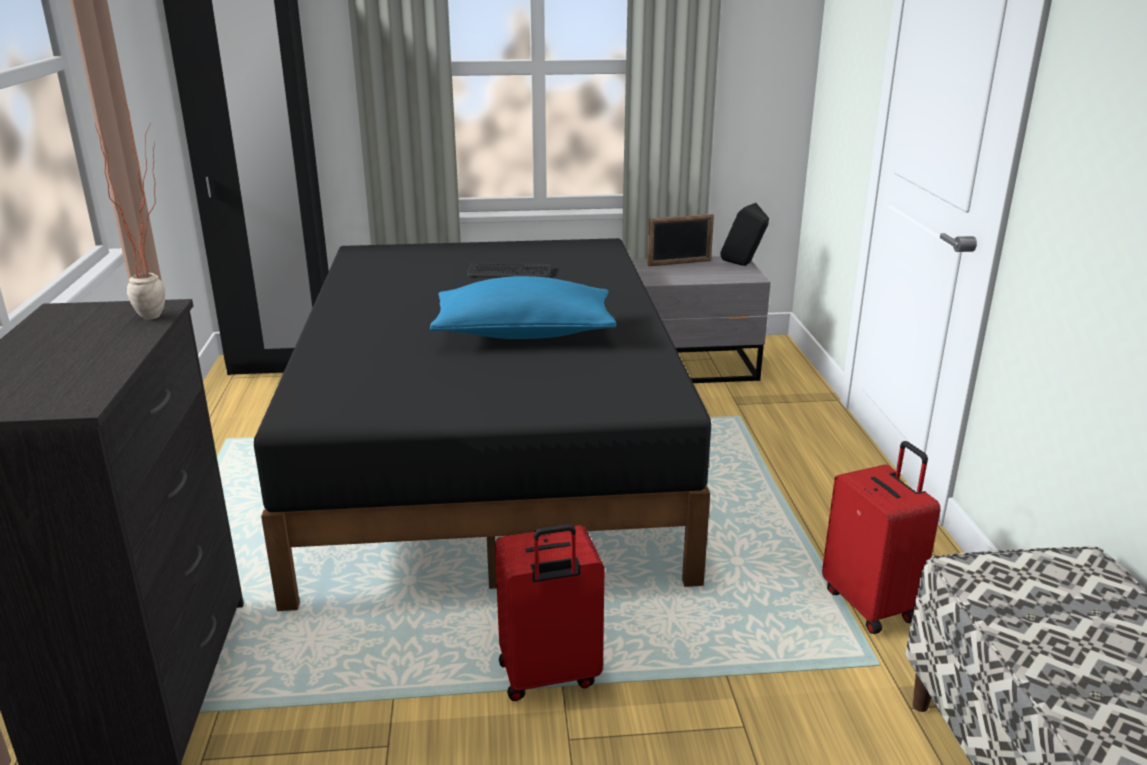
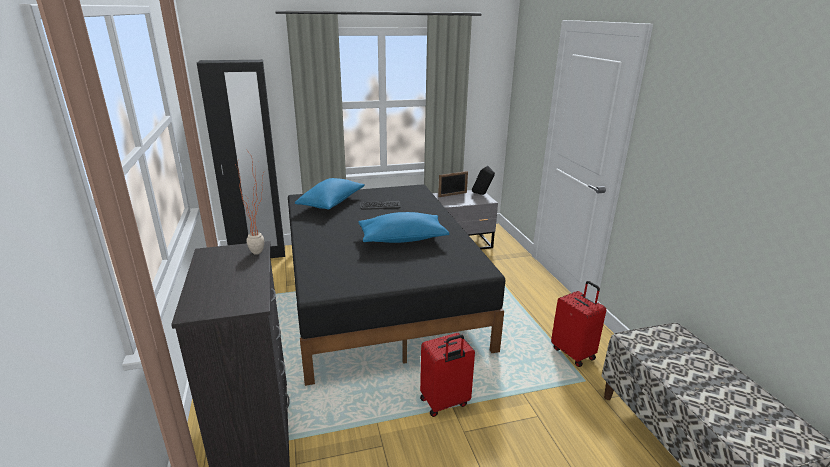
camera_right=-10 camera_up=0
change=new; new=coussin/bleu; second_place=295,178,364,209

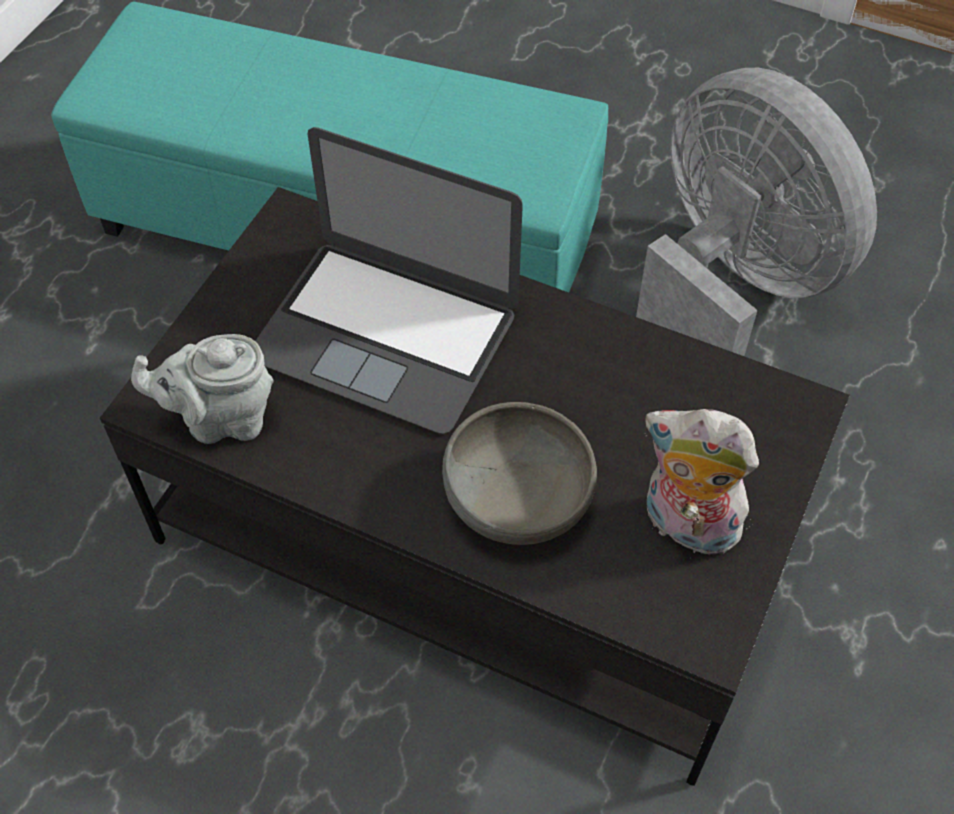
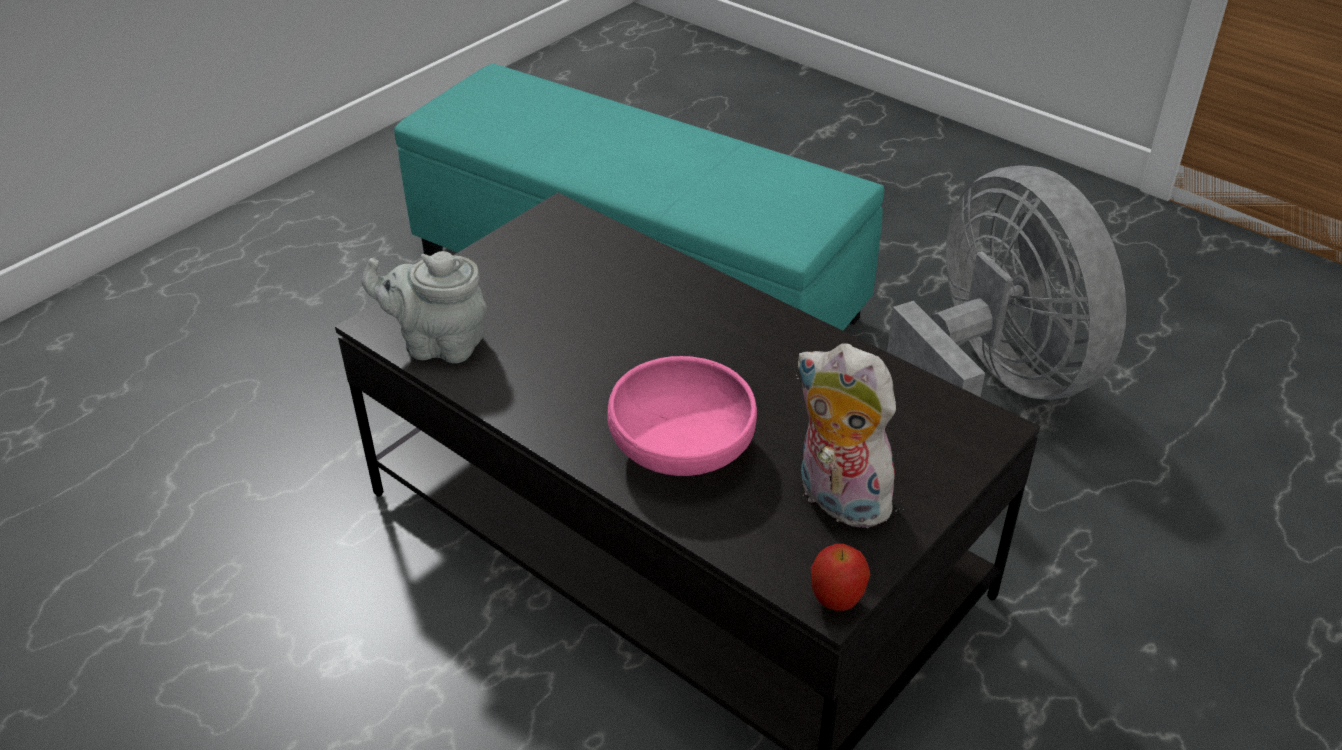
camera_right=15 camera_up=-15
change=gone; old=ordinateur portable; first_place=255,127,523,434
change=repainted; old=bol/gris; new=bol/rose; first_place=442,402,597,545; second_place=607,356,757,476
change=new; new=pomme; second_place=811,544,871,611

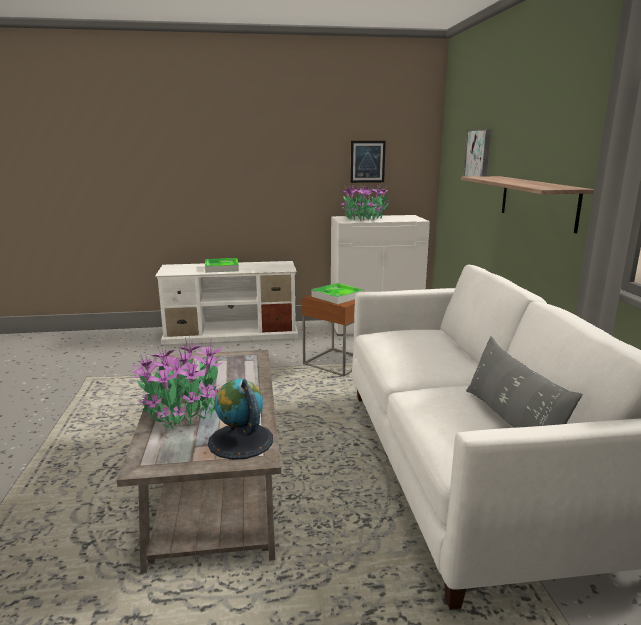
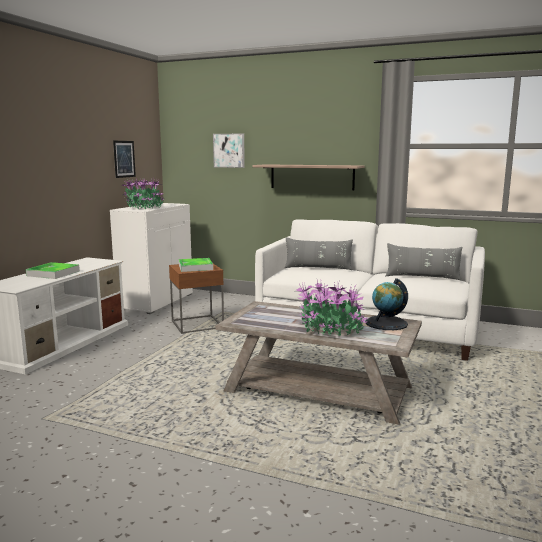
camera_right=-60 camera_up=-5
change=new; new=coussin/gris; second_place=284,237,353,270

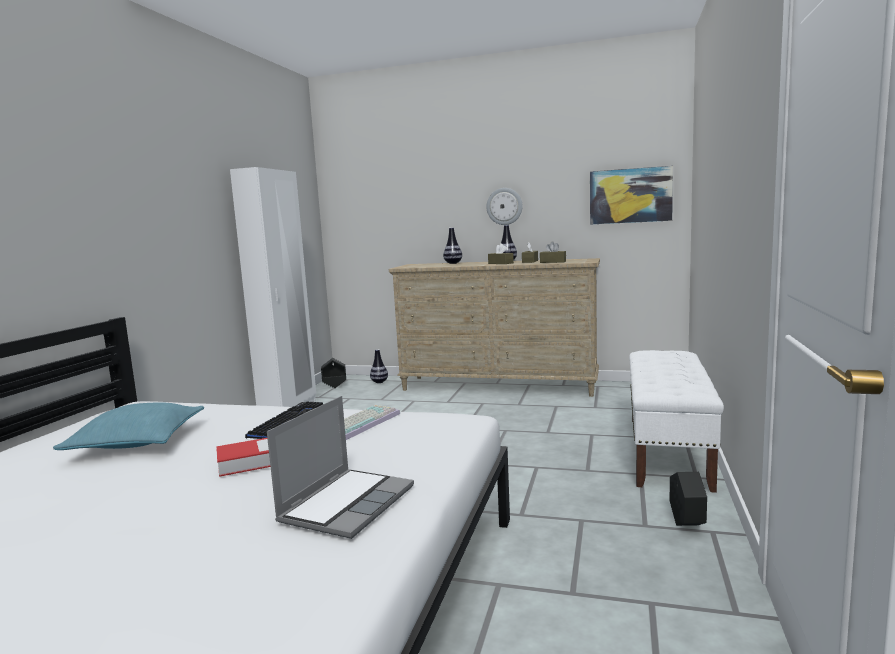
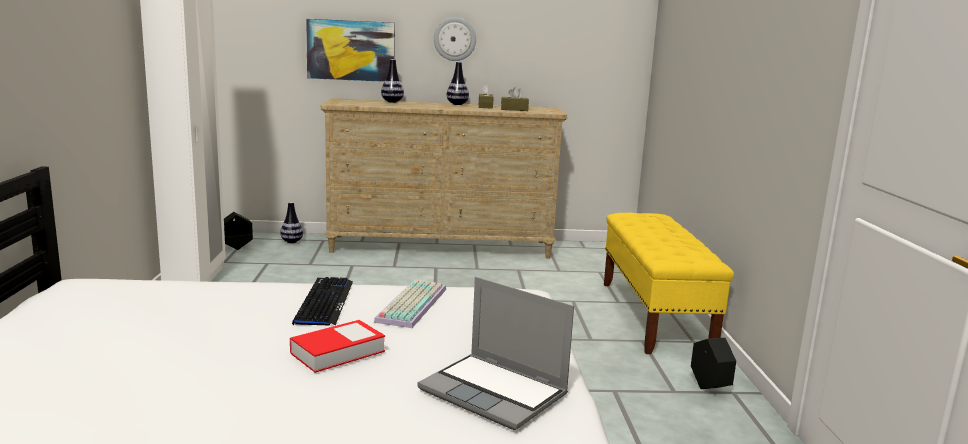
camera_right=-20 camera_up=5
change=gone; old=coussin/turquoise; first_place=53,403,204,450
change=rotated; old=ordinateur portable; first_place=267,396,414,539; second_place=417,277,574,430; degrees=120
change=gone; old=boîte à mouchoirs/marron; first_place=488,243,514,264
change=shifted; old=tableau; first_place=590,166,673,224; second_place=306,19,395,82
change=repainted; old=banc/blanc; new=banc/jaune; first_place=629,350,724,493; second_place=604,213,734,354

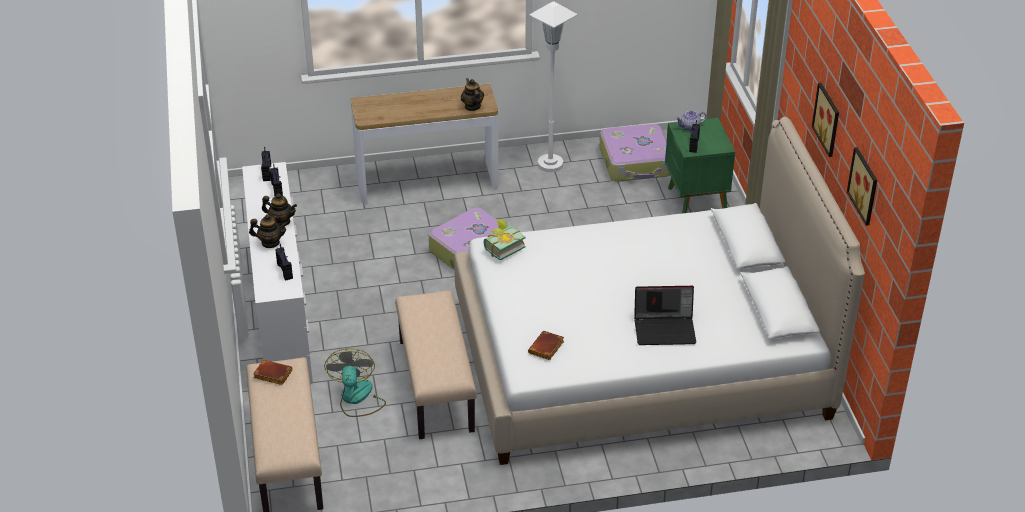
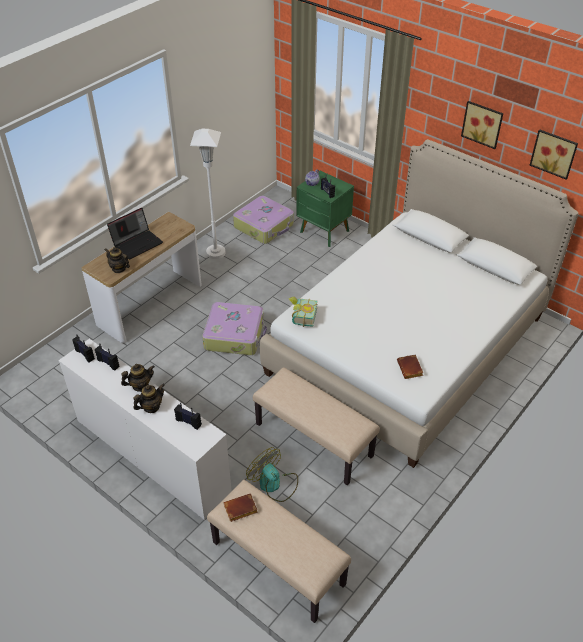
camera_right=-40 camera_up=5
change=shifted; old=théière; first_place=461,78,484,111; second_place=104,247,130,273
change=shifted; old=ordinateur portable; first_place=634,286,696,345; second_place=107,208,163,259

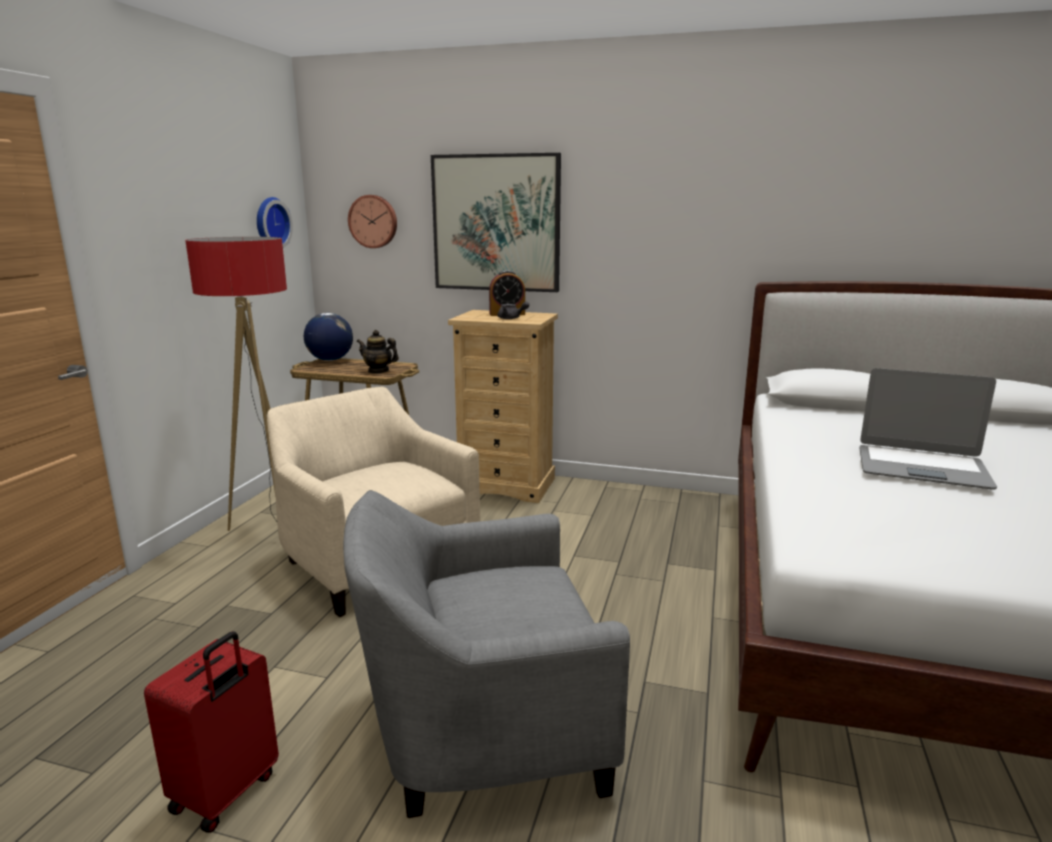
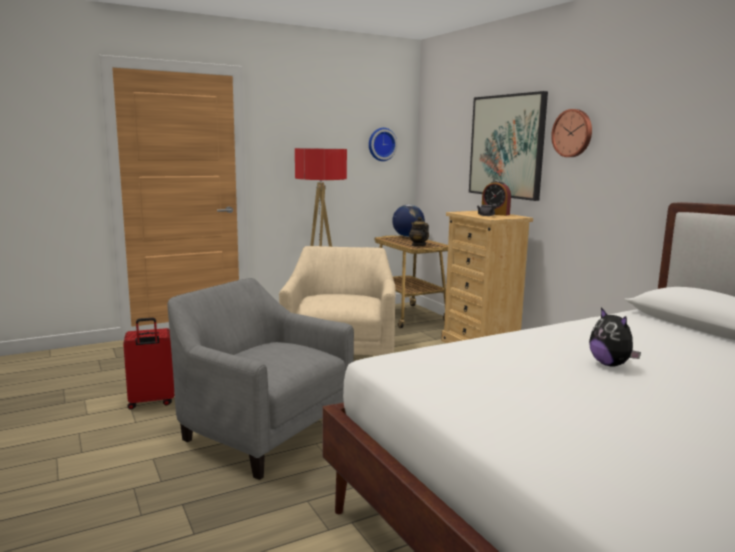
camera_right=45 camera_up=-5
change=shifted; old=horloge murale; first_place=348,195,397,248; second_place=551,109,592,157
change=swapped; old=ordinateur portable; new=peluche; first_place=859,368,997,490; second_place=589,308,641,367

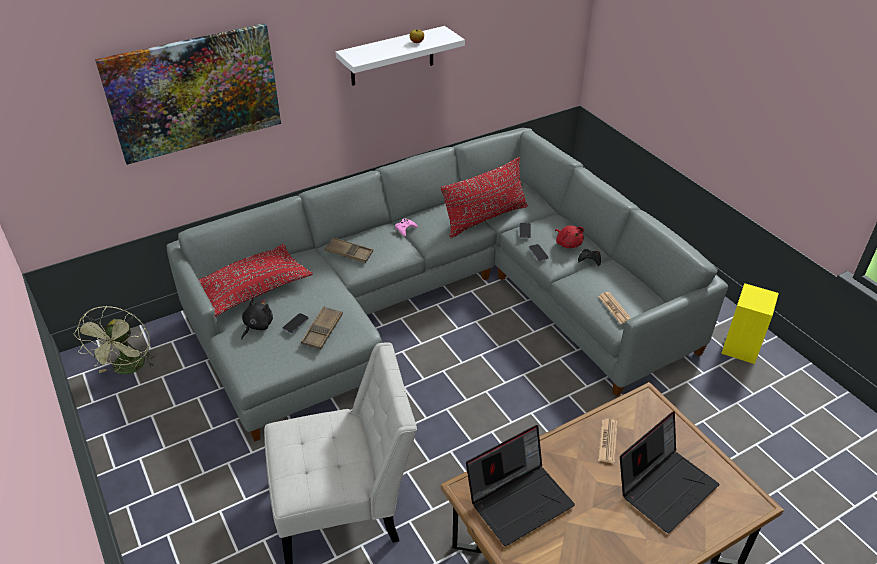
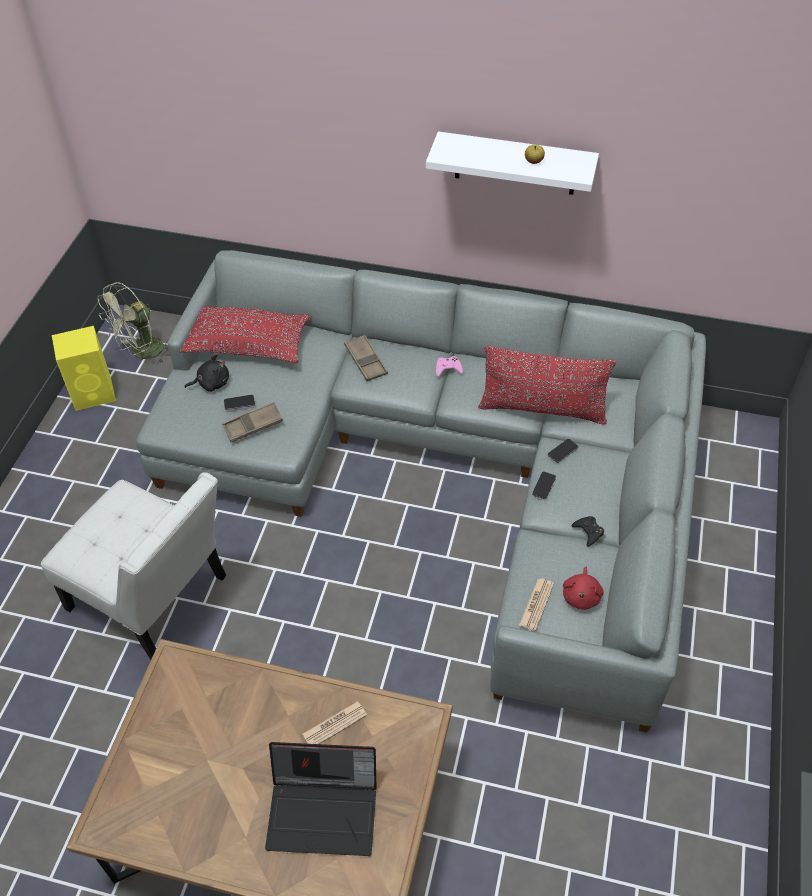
camera_right=45 camera_up=10
change=gone; old=tableau; first_place=95,23,281,165
change=gone; old=ordinateur portable; first_place=466,425,575,546
change=shifted; old=peluche/rouge; first_place=555,225,584,248; second_place=563,567,604,610
change=shifted; old=enceinte/jaune; first_place=721,283,779,364; second_place=52,326,116,411

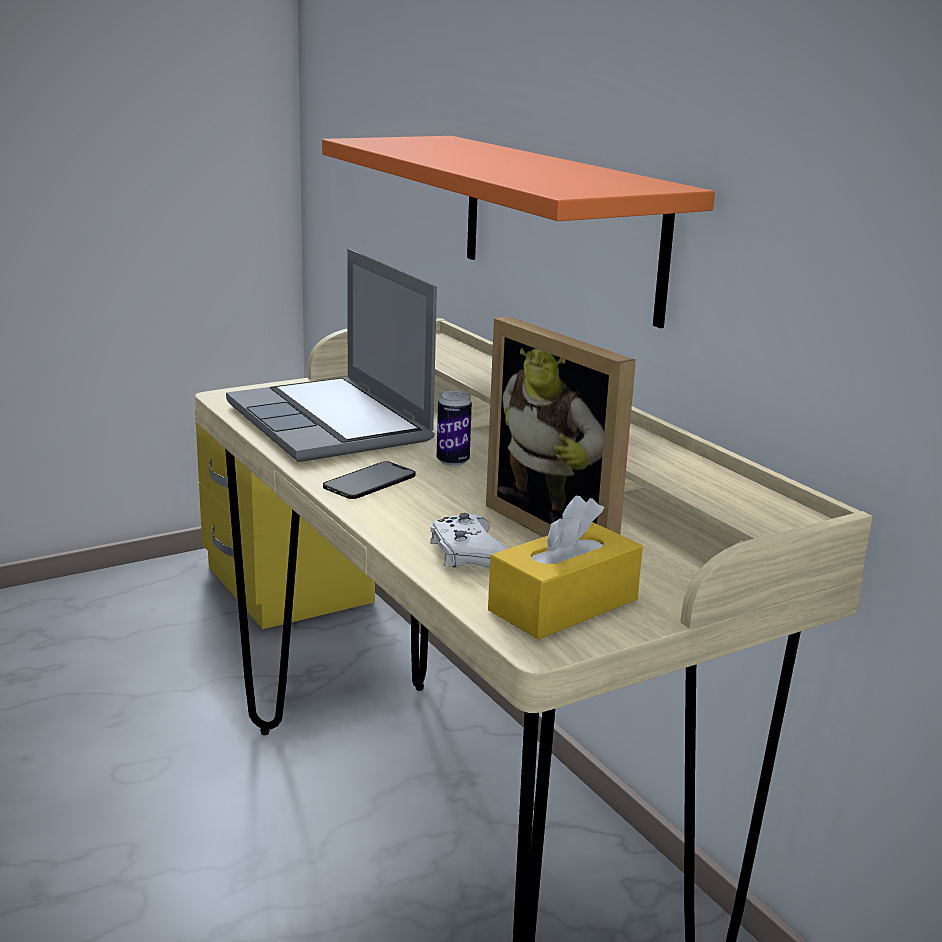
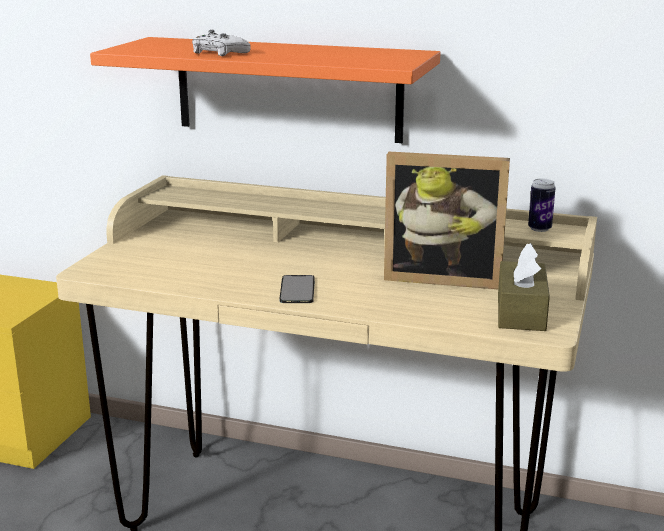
camera_right=-40 camera_up=0
change=gone; old=ordinateur portable; first_place=226,249,437,462
change=shifted; old=manette/blanc; first_place=430,513,507,568; second_place=192,30,251,56
change=shifted; old=boîte métallique; first_place=437,391,472,466; second_place=528,179,556,232
change=repainted; old=boîte à mouchoirs/jaune; new=boîte à mouchoirs/marron; first_place=488,496,643,640; second_place=498,243,550,331

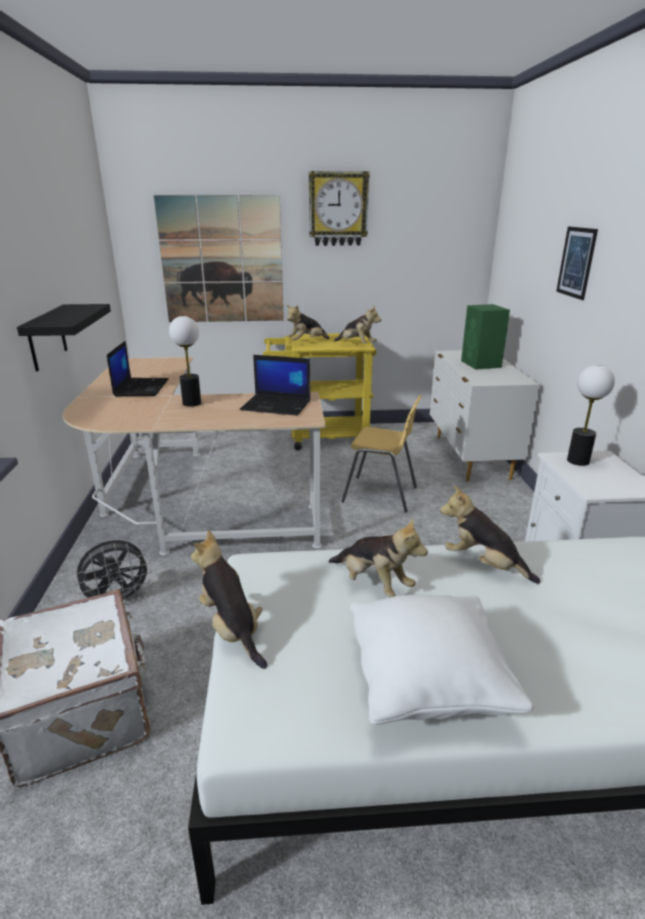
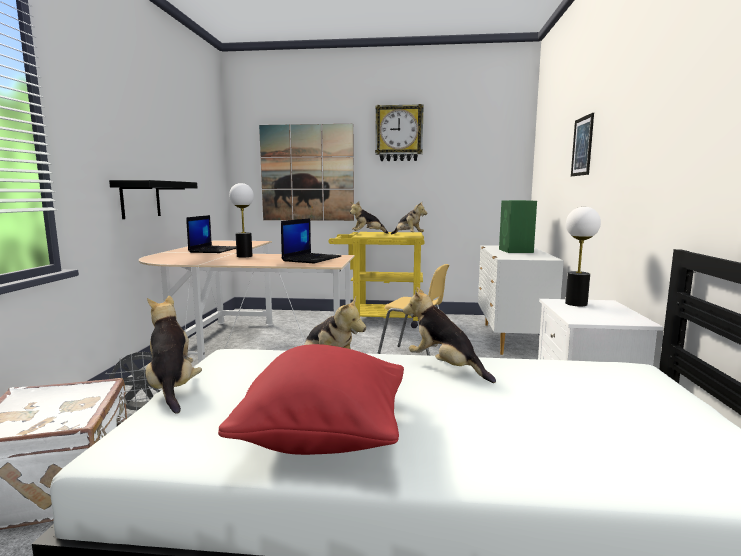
camera_right=10 camera_up=-15
change=rotated; old=ordinateur portable; first_place=240,355,310,416; second_place=281,218,341,264; degrees=-90
change=repainted; old=coussin/blanc; new=coussin/rouge; first_place=350,595,534,725; second_place=218,344,404,455

